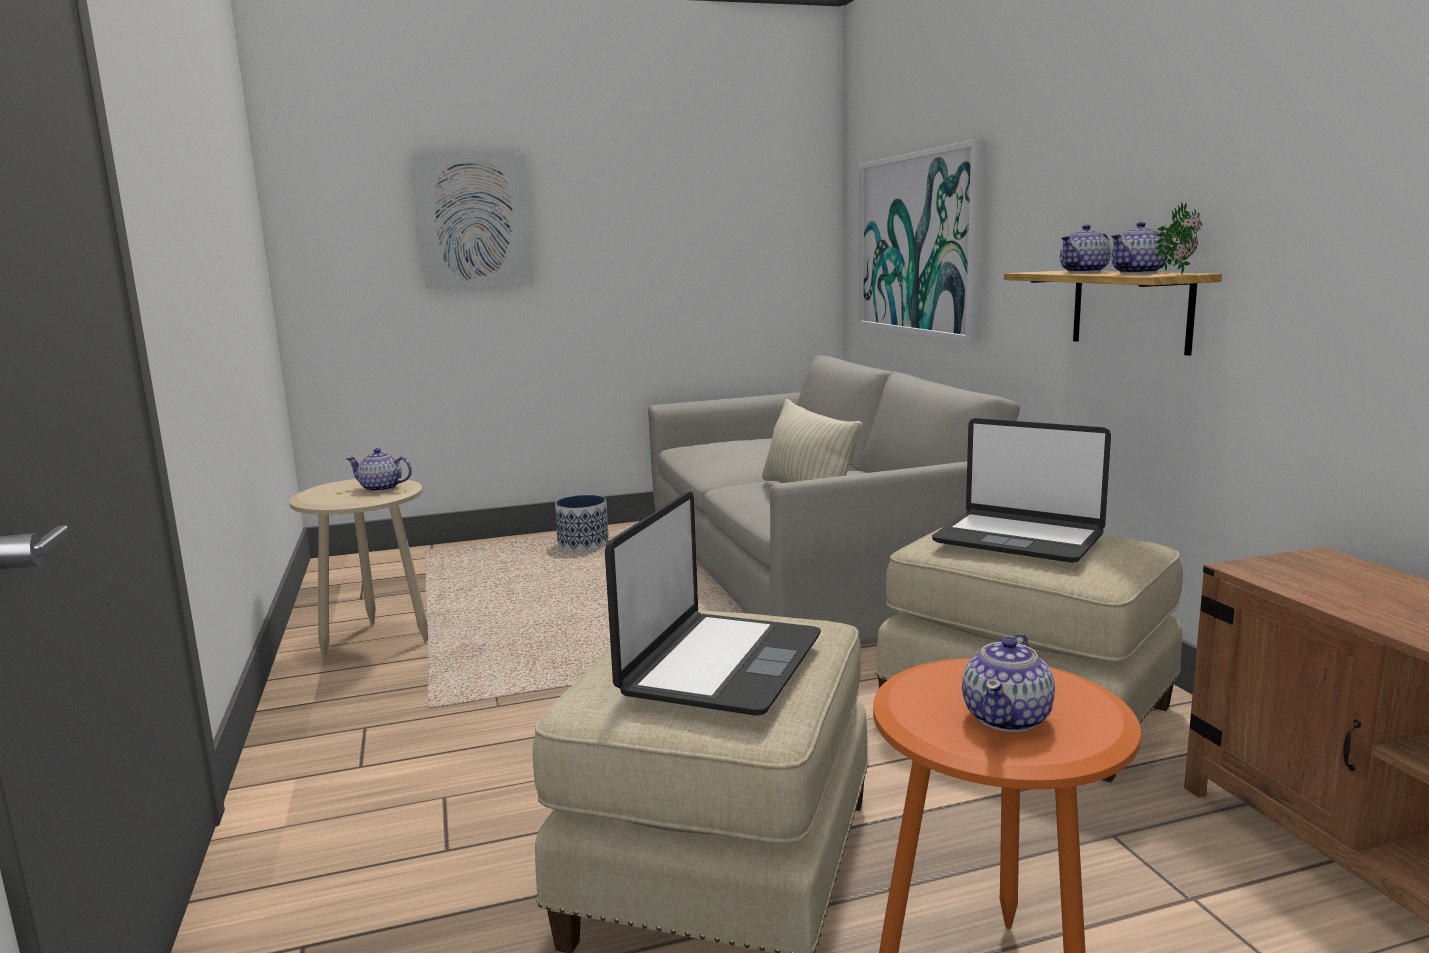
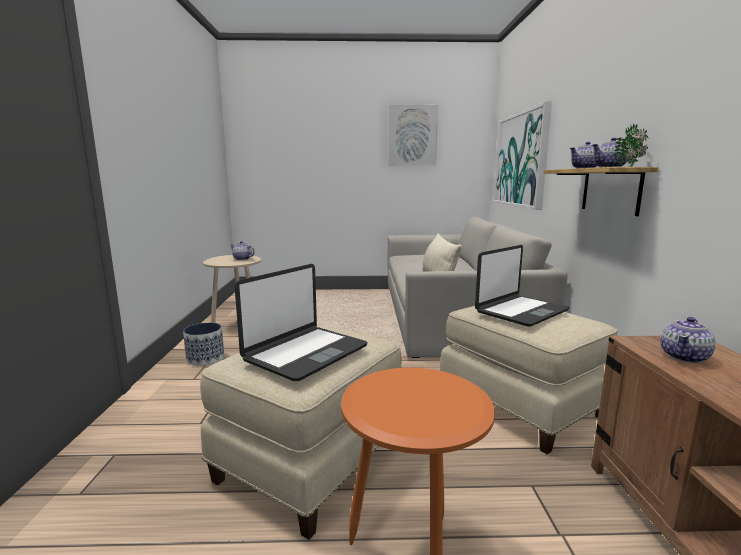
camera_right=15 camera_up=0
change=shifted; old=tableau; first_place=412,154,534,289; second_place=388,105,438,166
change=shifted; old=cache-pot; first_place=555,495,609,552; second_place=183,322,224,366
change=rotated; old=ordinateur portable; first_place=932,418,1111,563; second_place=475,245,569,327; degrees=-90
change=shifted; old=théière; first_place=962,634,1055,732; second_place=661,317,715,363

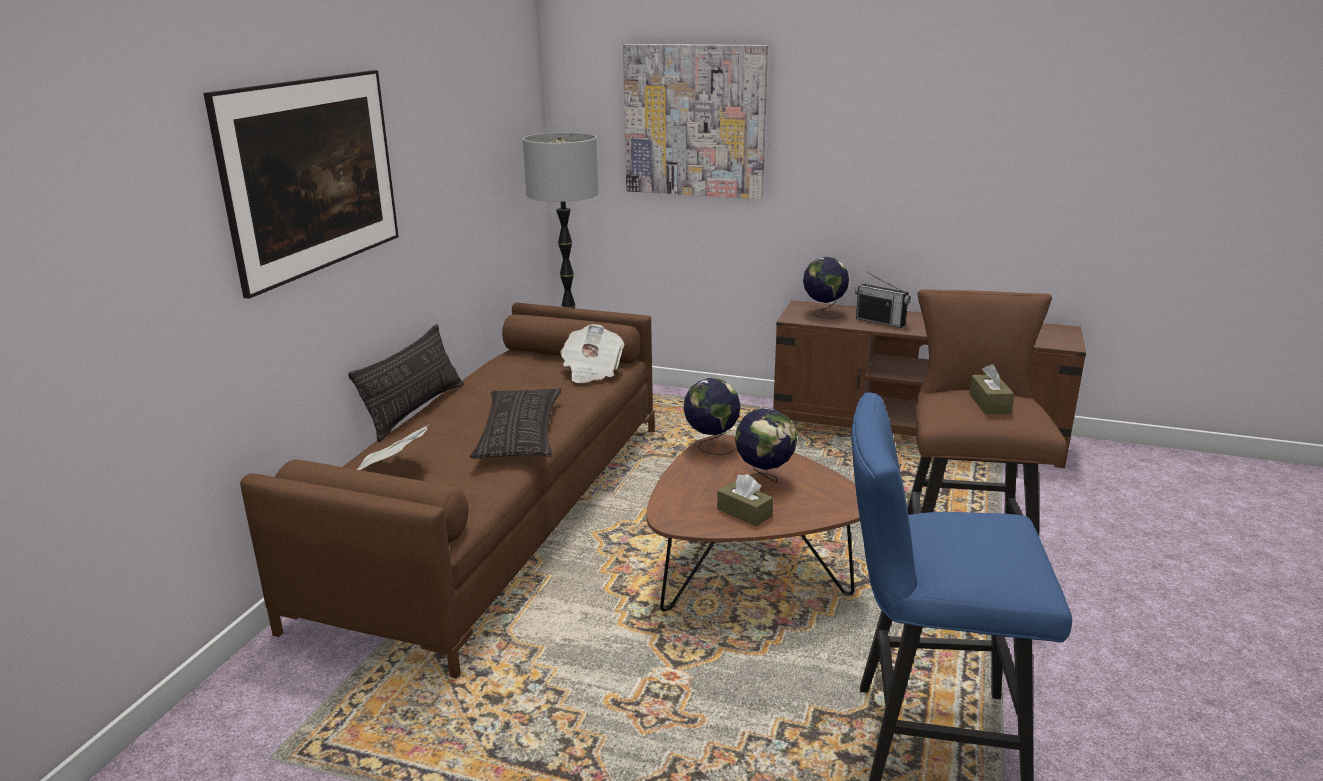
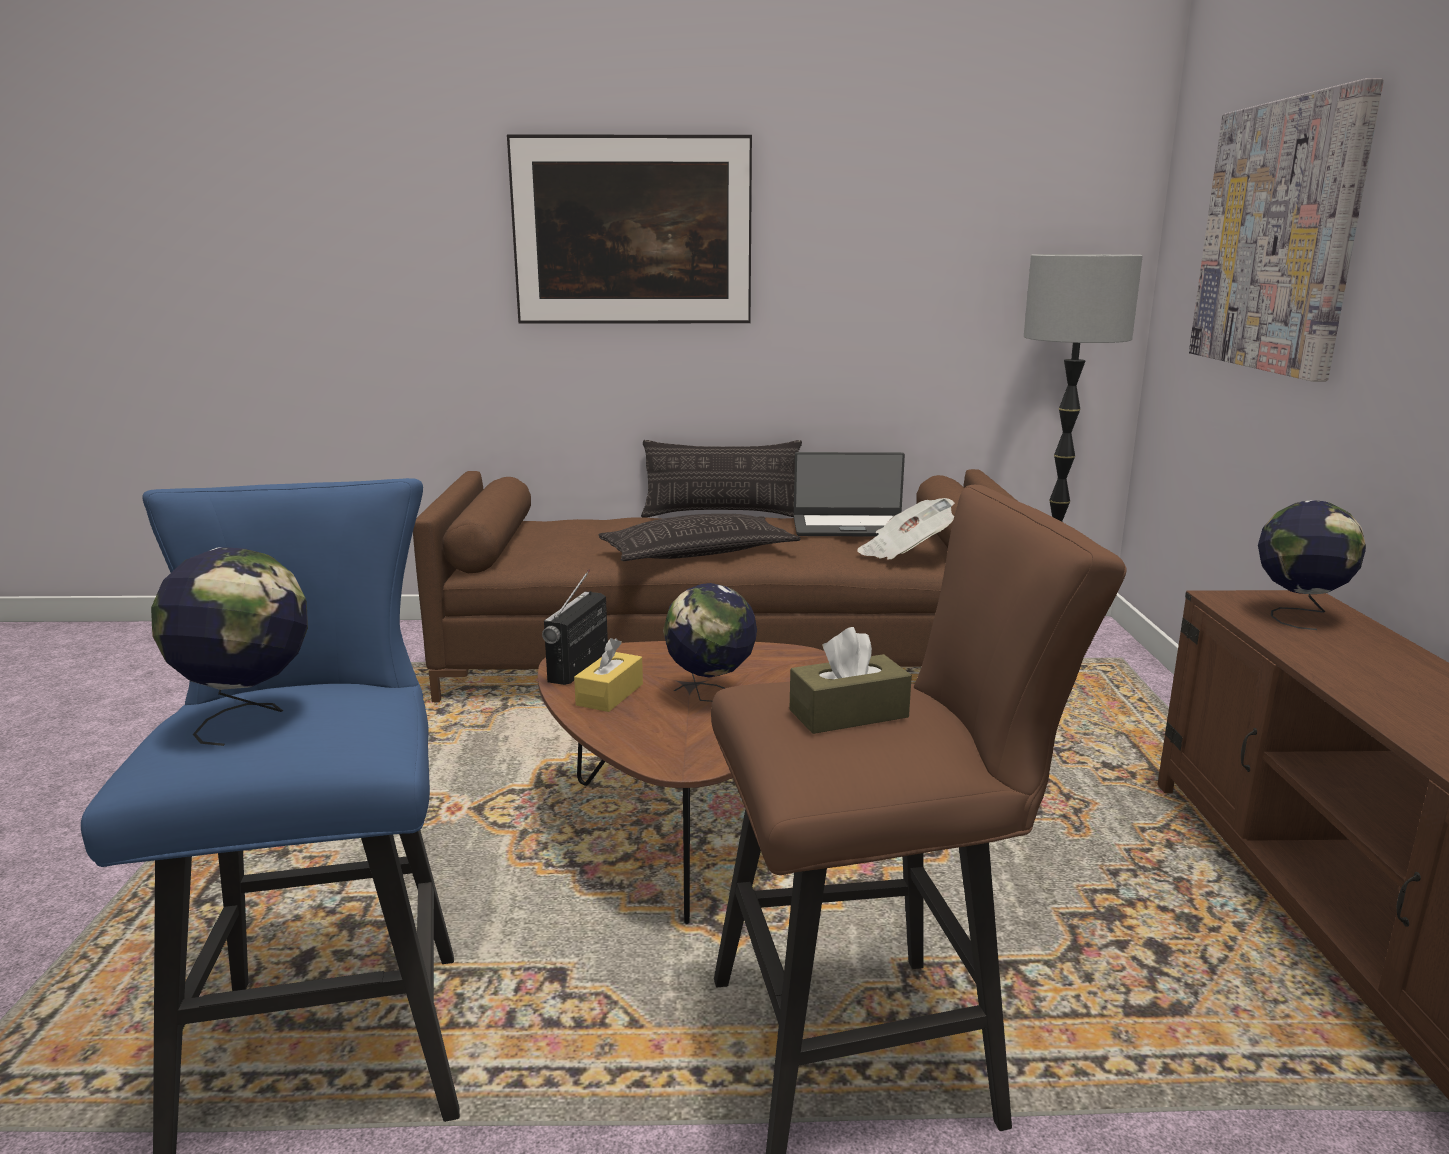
camera_right=70 camera_up=-5
change=gone; old=journal; first_place=356,425,428,470
change=shifted; old=globe; first_place=684,378,740,455; second_place=151,547,308,746
change=repainted; old=boîte à mouchoirs/marron; new=boîte à mouchoirs/jaune; first_place=717,474,773,526; second_place=574,638,643,712
change=shifted; old=radio; first_place=855,271,911,328; second_place=542,570,608,685
change=new; new=ordinateur portable; second_place=794,452,905,537

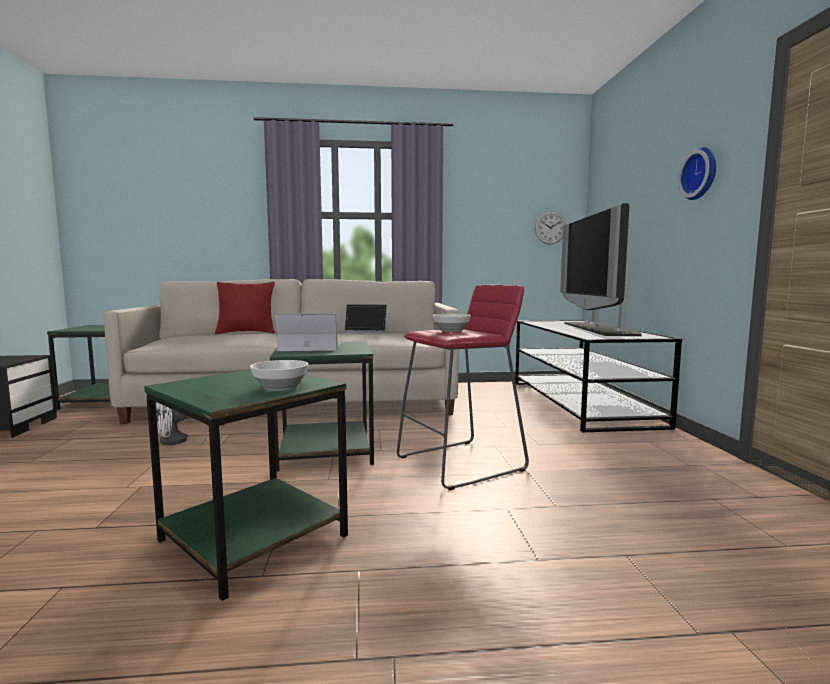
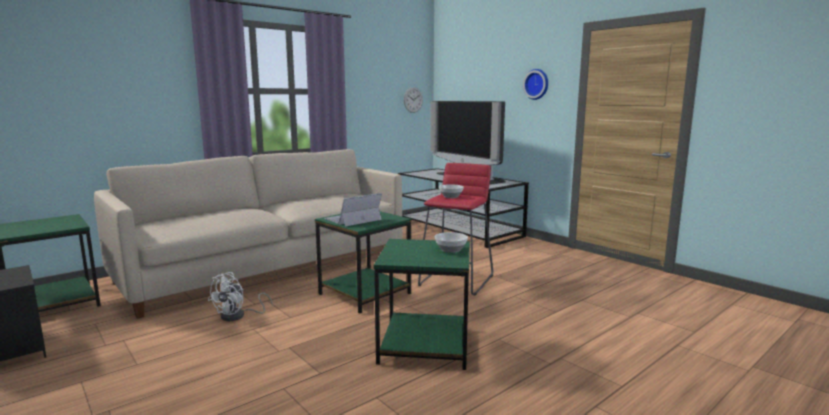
camera_right=-35 camera_up=5
change=gone; old=coussin/rouge; first_place=215,282,275,334
change=gone; old=ordinateur portable; first_place=337,304,387,335

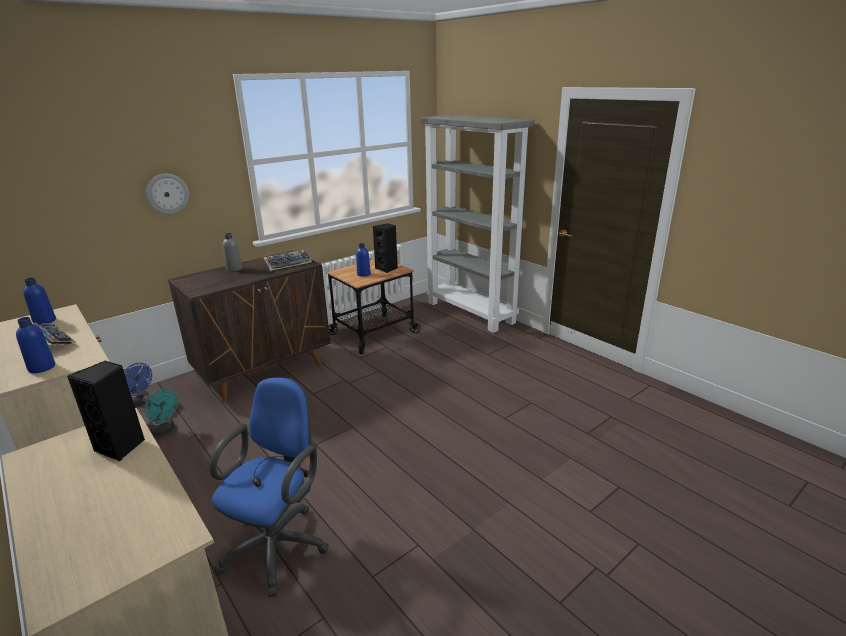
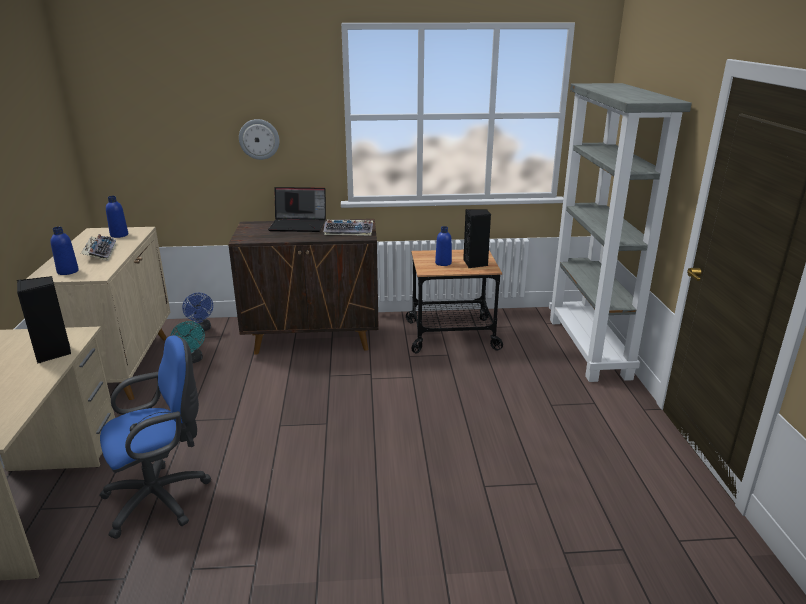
camera_right=35 camera_up=0
change=swapped; old=bouteille/gris; new=ordinateur portable; first_place=223,233,242,271; second_place=268,187,326,232

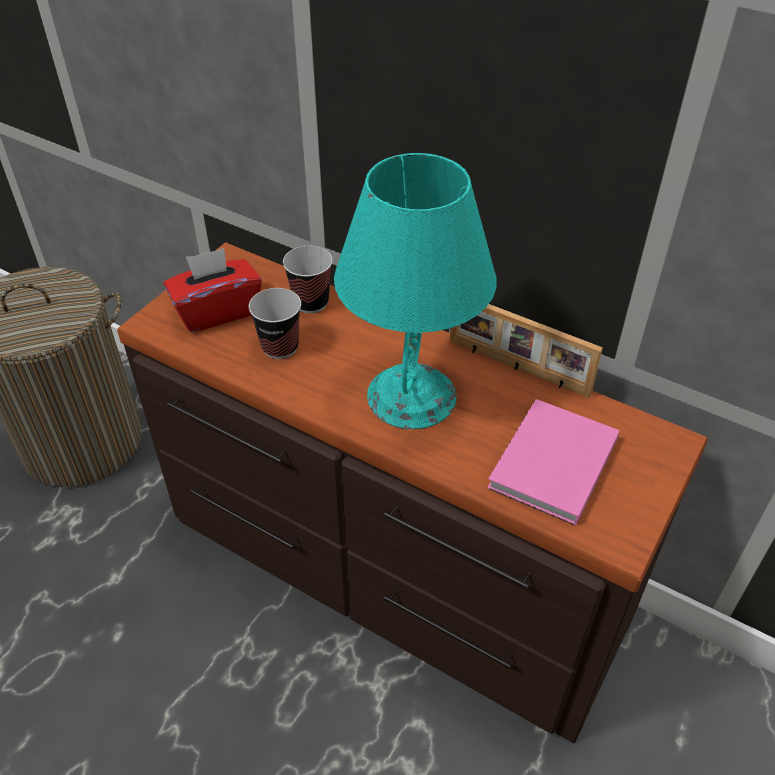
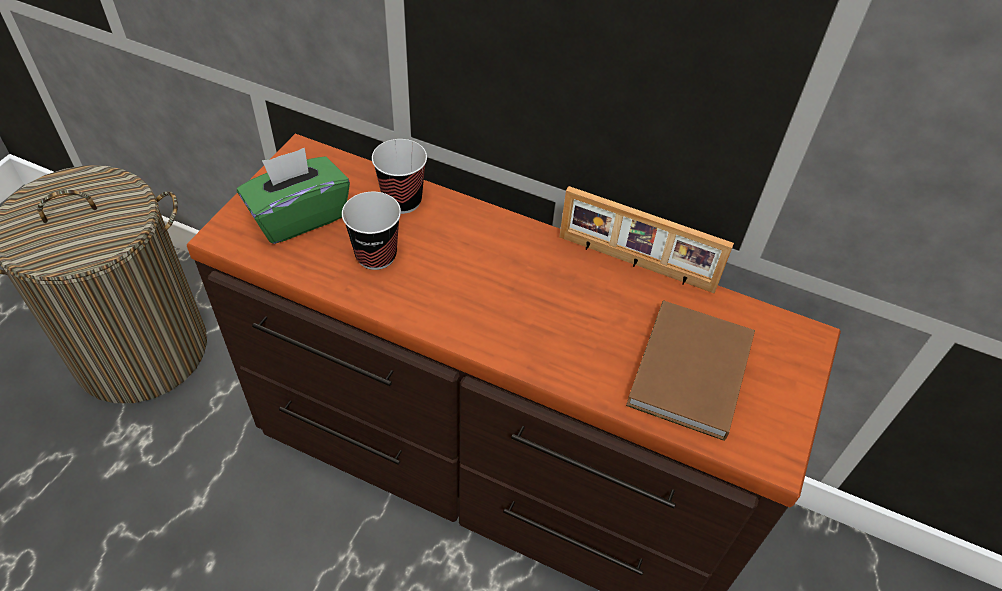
camera_right=-10 camera_up=5
change=repainted; old=boîte à mouchoirs/rouge; new=boîte à mouchoirs/vert; first_place=164,248,262,332; second_place=237,148,350,244
change=gone; old=lampe de table/turquoise; first_place=334,153,497,429
change=repainted; old=livre/rose; new=livre/marron; first_place=487,399,620,526; second_place=626,300,755,441

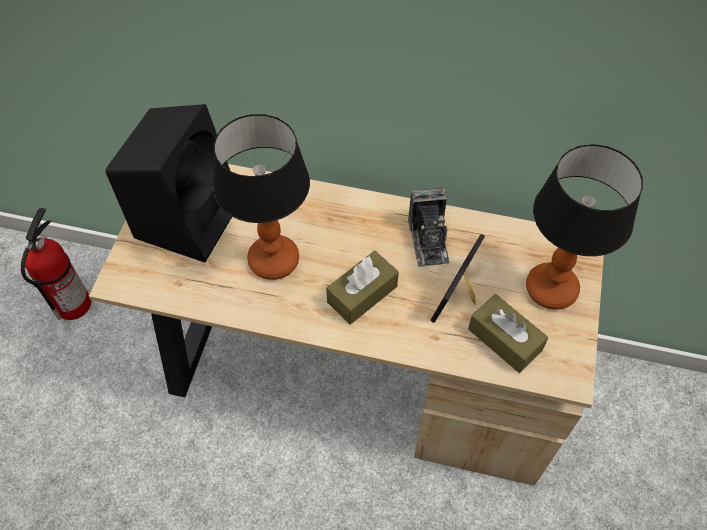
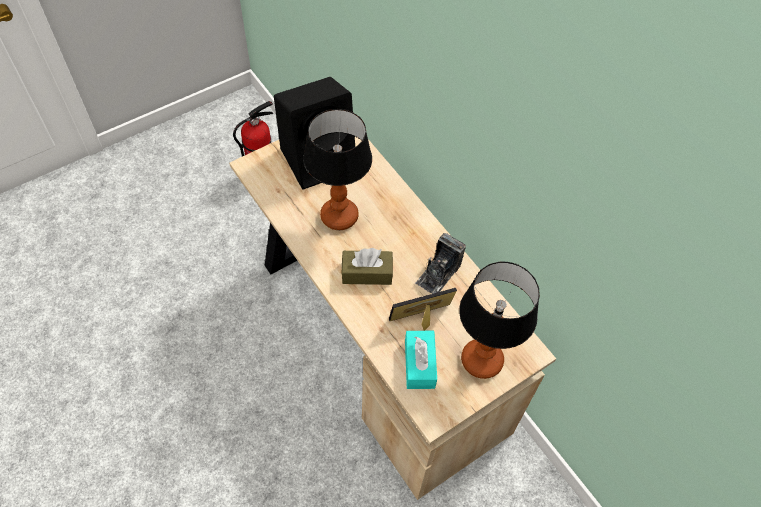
camera_right=40 camera_up=0
change=repainted; old=boîte à mouchoirs/marron; new=boîte à mouchoirs/turquoise; first_place=468,294,548,373; second_place=405,331,437,389

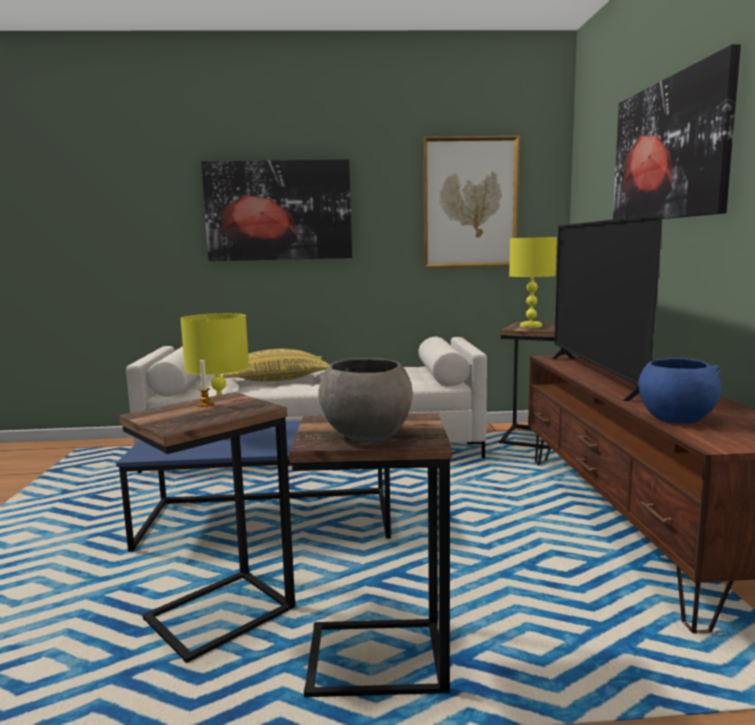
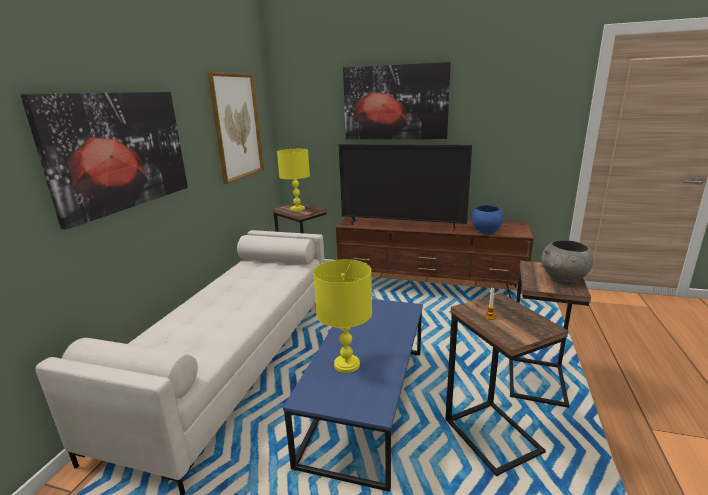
camera_right=-70 camera_up=10
change=gone; old=coussin/jaune; first_place=222,349,329,382

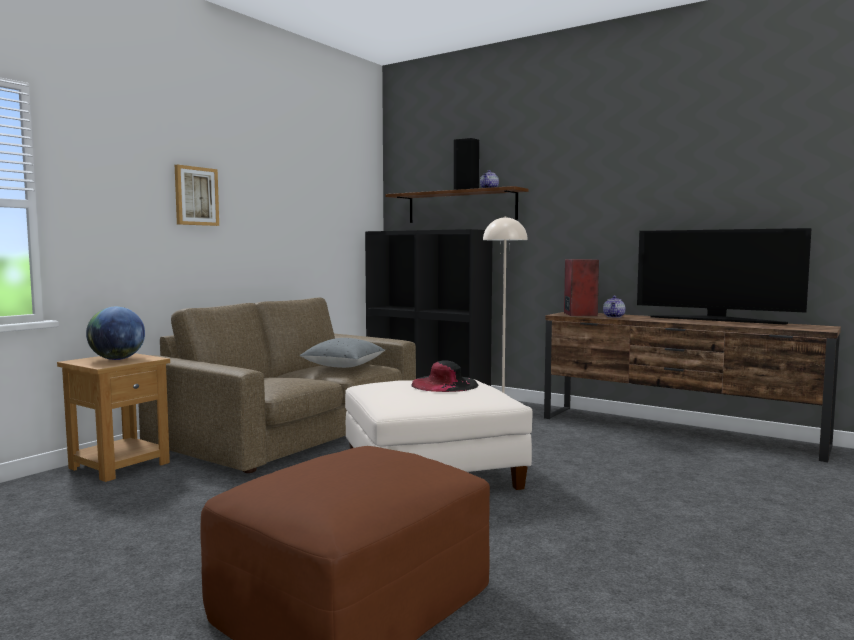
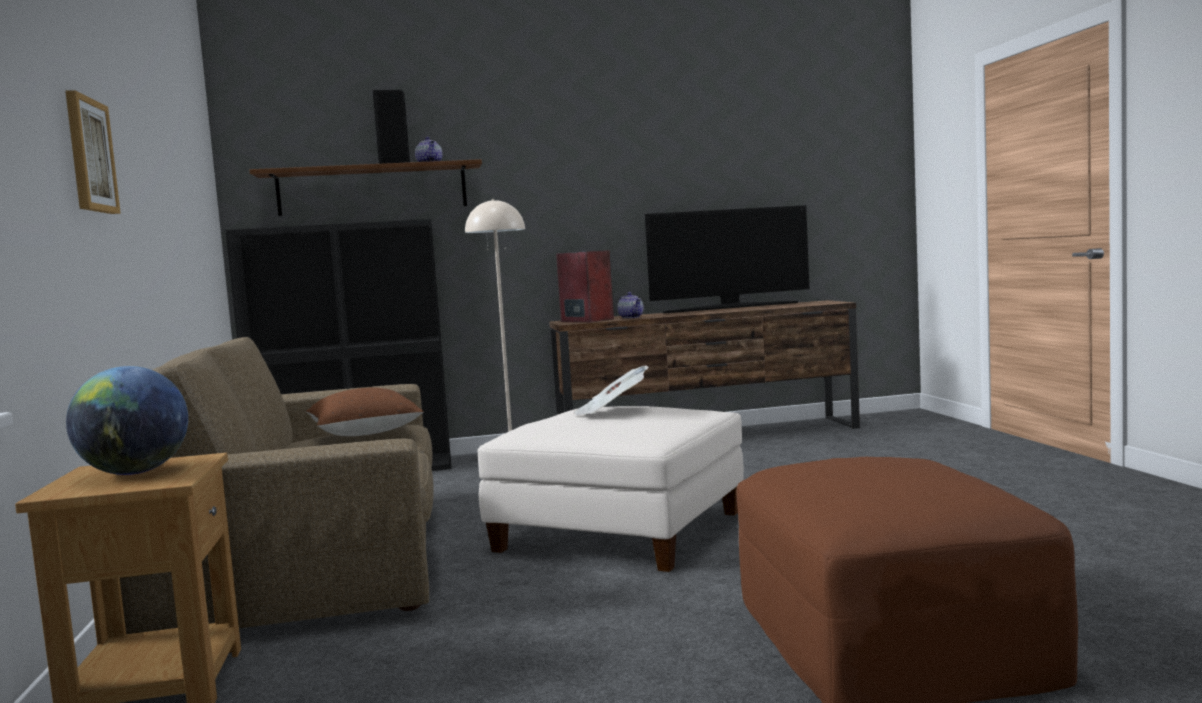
camera_right=-45 camera_up=0
change=repainted; old=coussin/gris; new=coussin/marron; first_place=300,338,385,368; second_place=306,388,423,436
change=swapped; old=chapeau/noir; new=journal; first_place=411,360,478,392; second_place=573,365,649,415

